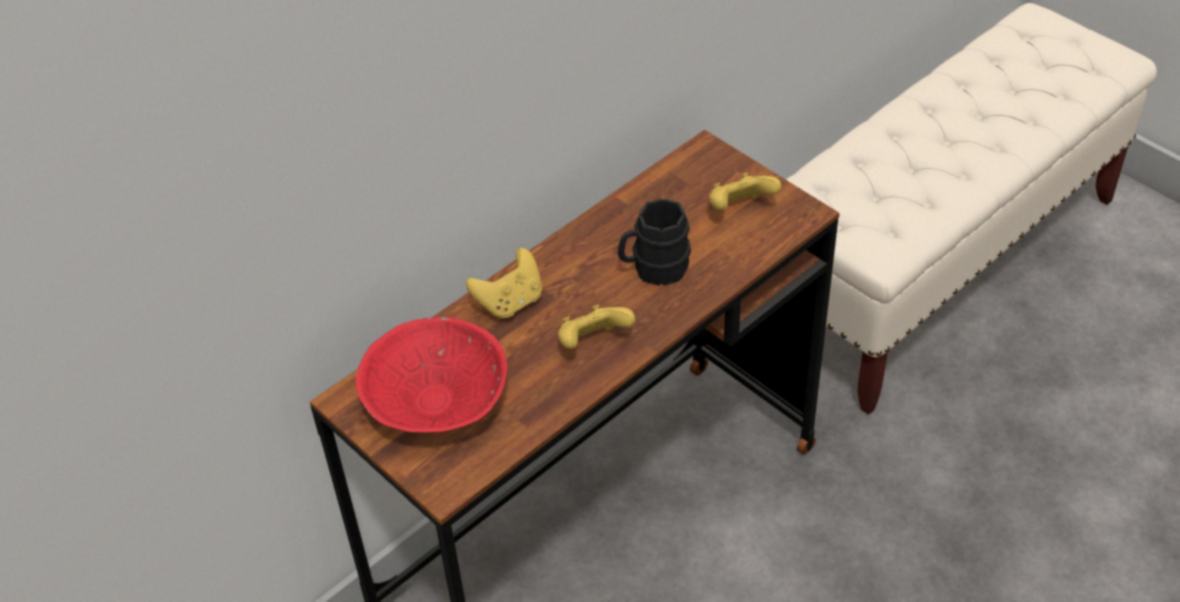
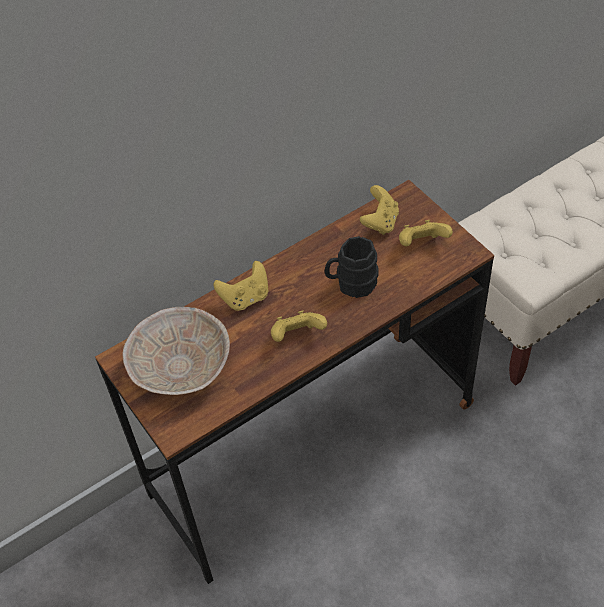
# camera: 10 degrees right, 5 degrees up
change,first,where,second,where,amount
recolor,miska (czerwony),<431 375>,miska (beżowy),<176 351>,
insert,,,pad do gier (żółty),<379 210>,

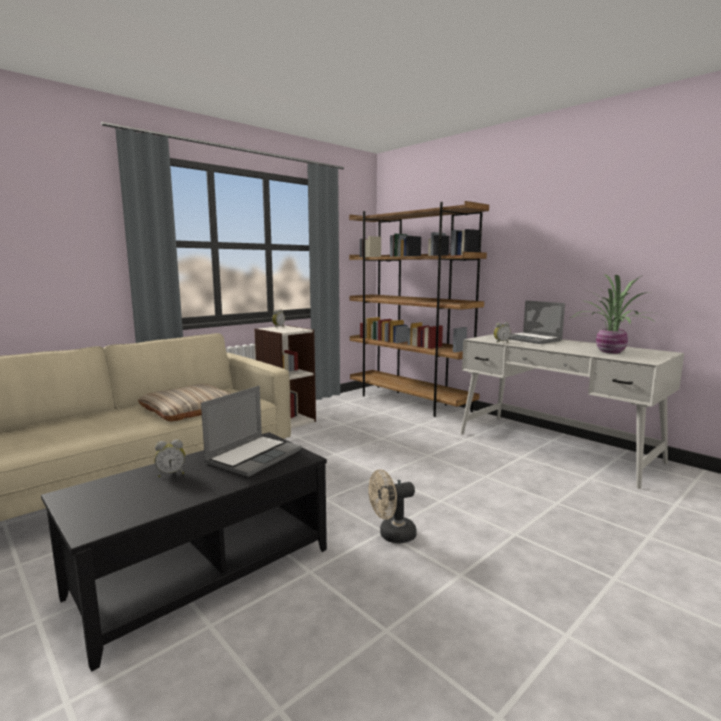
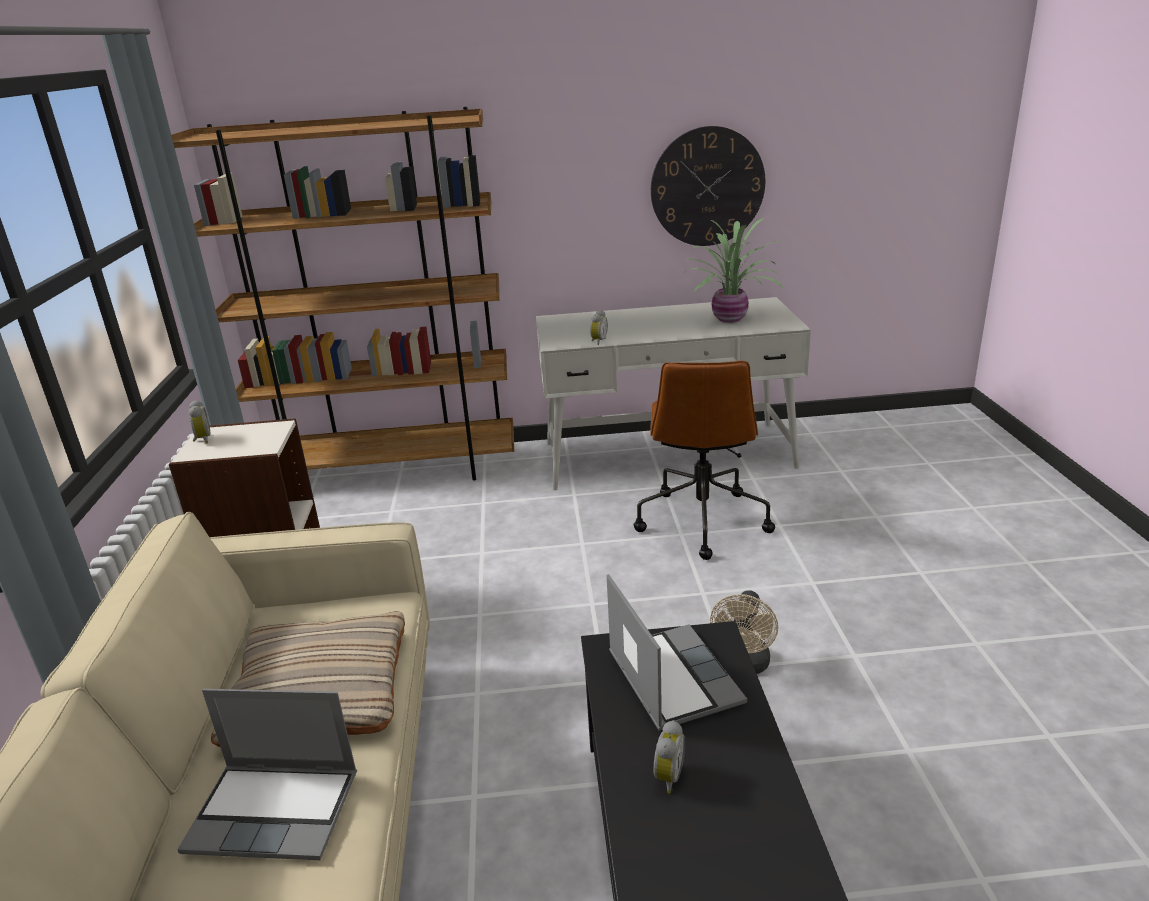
# camera: 50 degrees left, 15 degrees up
change,first,where,second,where,amount
move,laptop,<536 322>,,<267 774>,
insert,,,krzesło biurowe (brązowy),<704 460>,
insert,,,zegar ścienny,<708 186>,

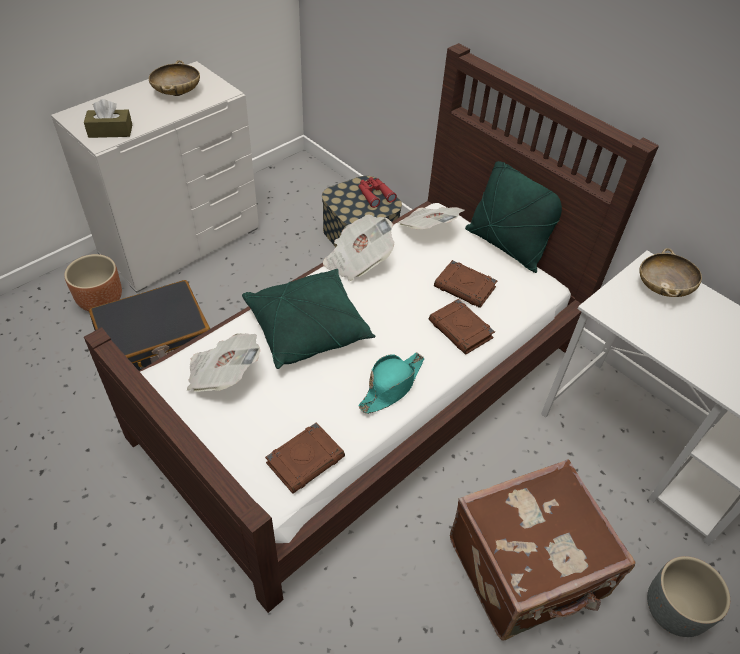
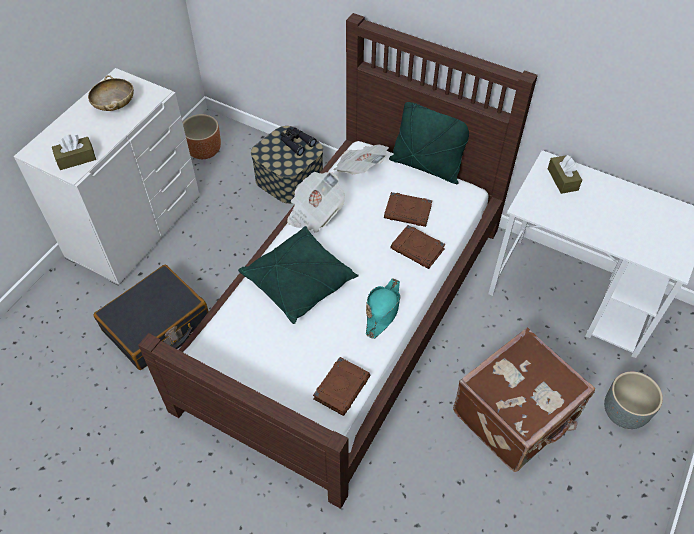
# camera: 15 degrees left, 5 degrees up
change,first,where,second,where,amount
move,donica (brązowy),<93 282>,,<202 136>,
delete,gazeta,<223 362>,,,
recolor,lornetka (czerwony),<377 192>,lornetka (czarny),<298 142>,
replace,miska (beżowy),<670 272>,pudełko chusteczek (brązowy),<565 174>,

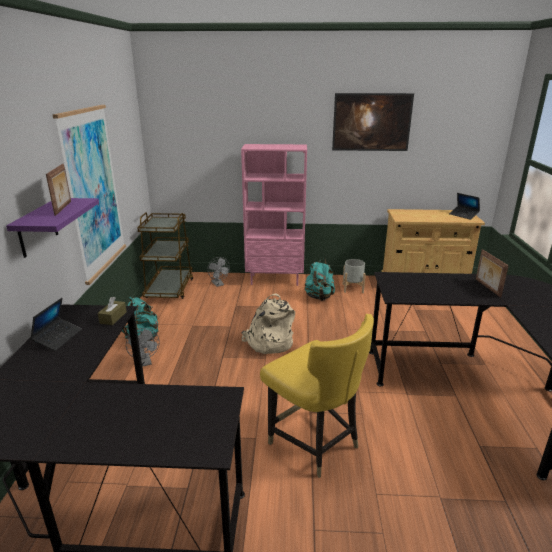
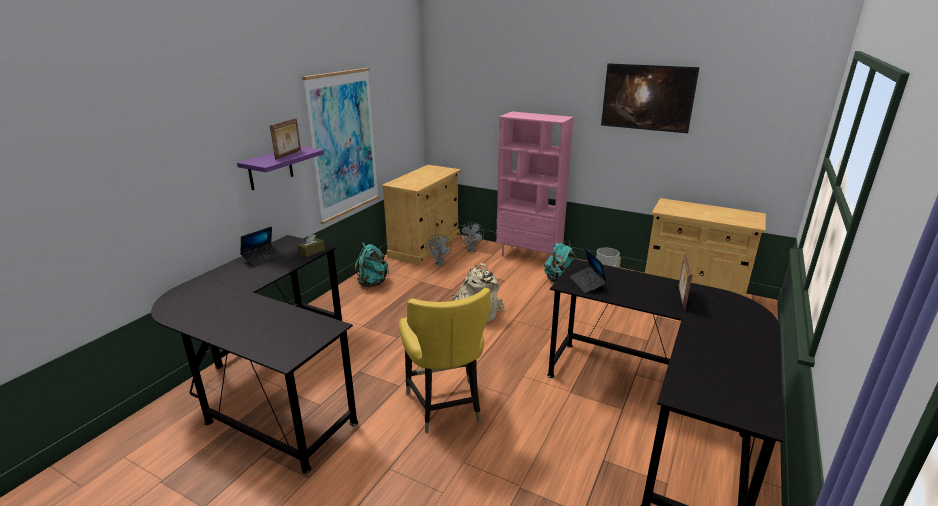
# camera: 25 degrees right, 0 degrees up
change,first,where,second,where,amount
move,wentylator (szary),<143 347>,,<439 249>,
replace,wózek (brązowy),<165 255>,szafka (beżowy),<421 215>,
move,laptop,<464 206>,,<588 270>,

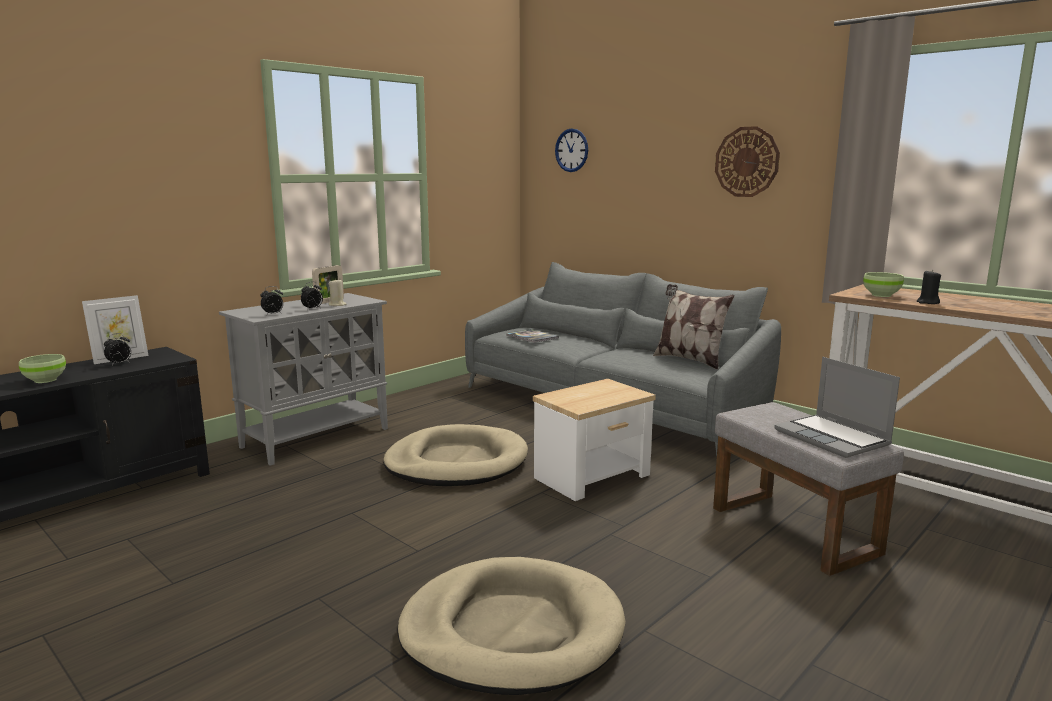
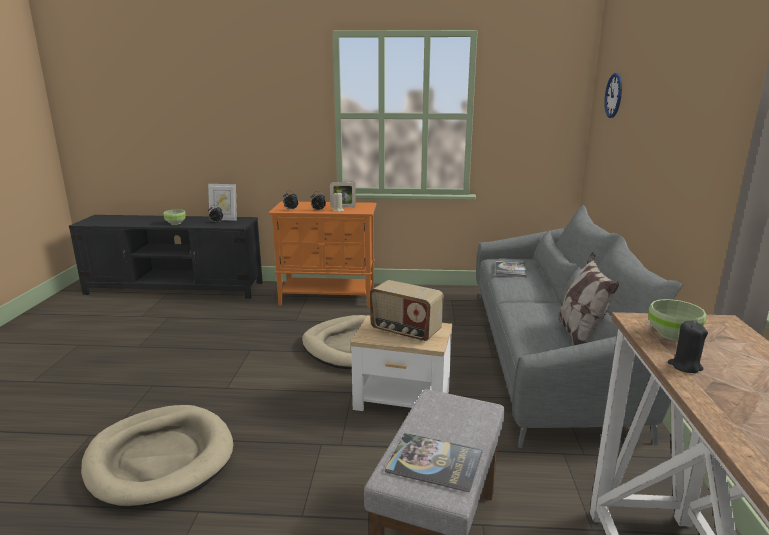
# camera: 50 degrees right, 5 degrees up
change,first,where,second,where,amount
recolor,szafka (szary),<303 379>,szafka (pomarańczowy),<322 254>,
delete,zegar ścienny,<747 161>,,,
replace,laptop,<837 407>,książka,<434 463>,
insert,,,radio,<407 311>,

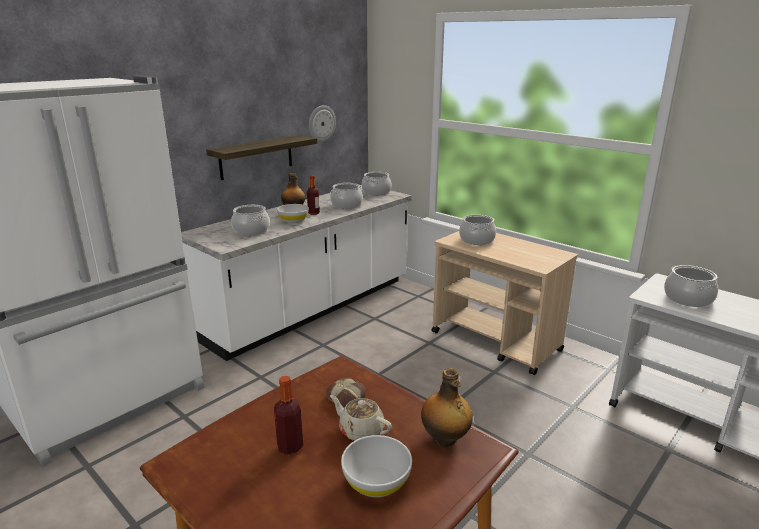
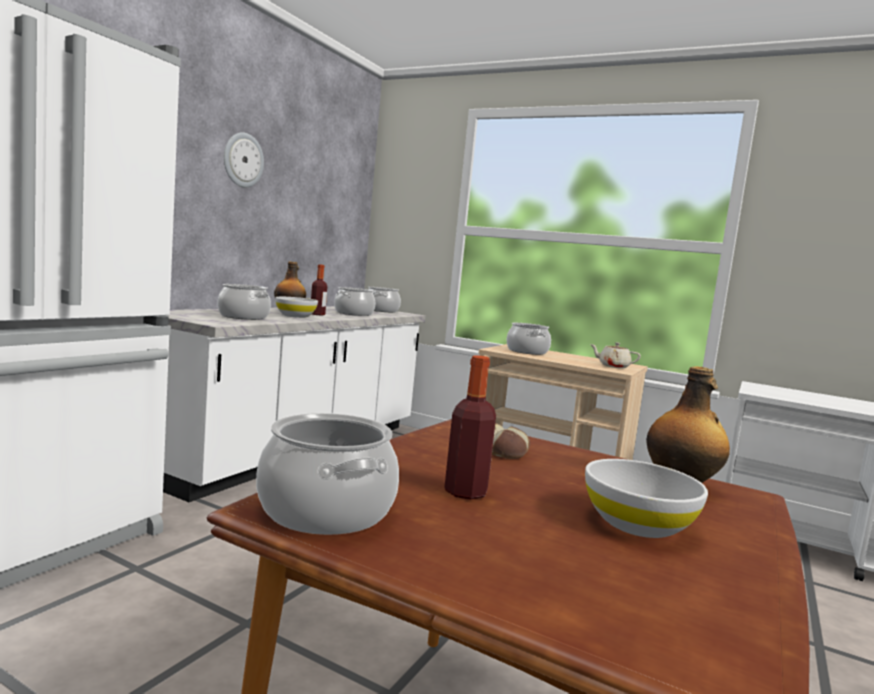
# camera: 15 degrees left, 15 degrees down
change,first,where,second,where,amount
delete,półka,<261 157>,,,
move,zegar ścienny,<322 123>,,<244 160>,
move,imbryk (beżowy),<361 418>,,<615 355>,
move,garnek,<691 286>,,<327 474>,

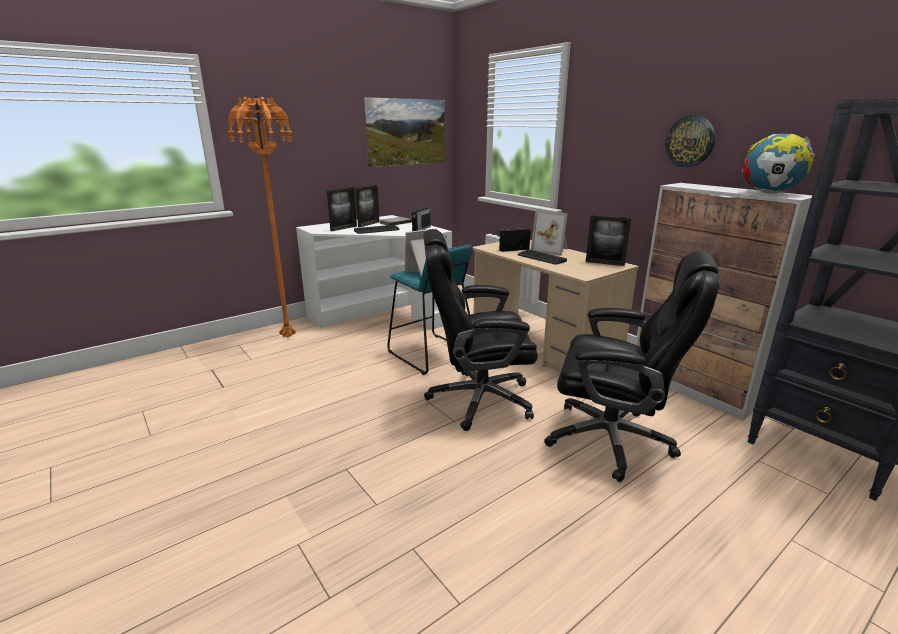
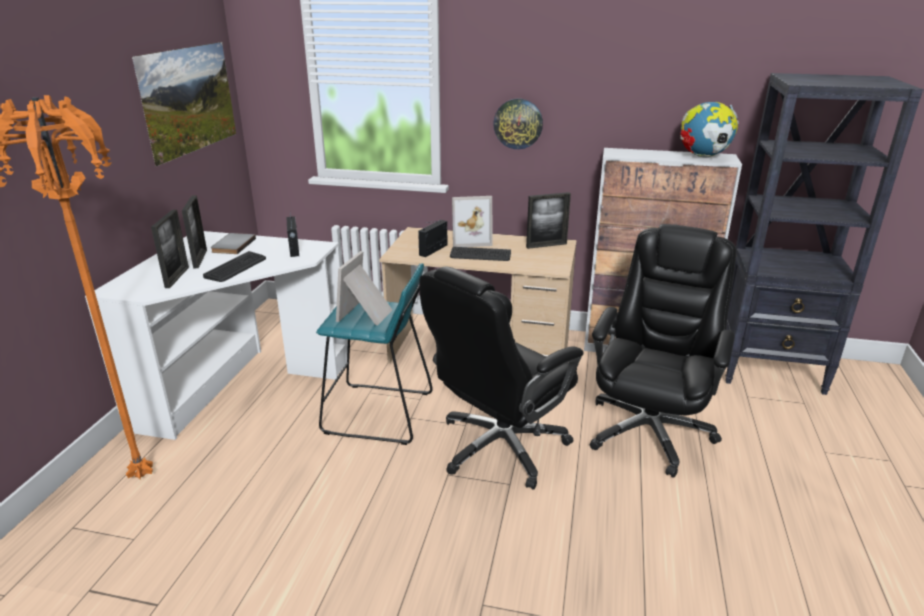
# camera: 40 degrees left, 5 degrees up
change,first,where,second,where,amount
rotate,krzesło biurowe (czarny),<632 366>,,<663 351>,45 degrees counterclockwise
move,zegar ścienny,<690 141>,,<518 123>,

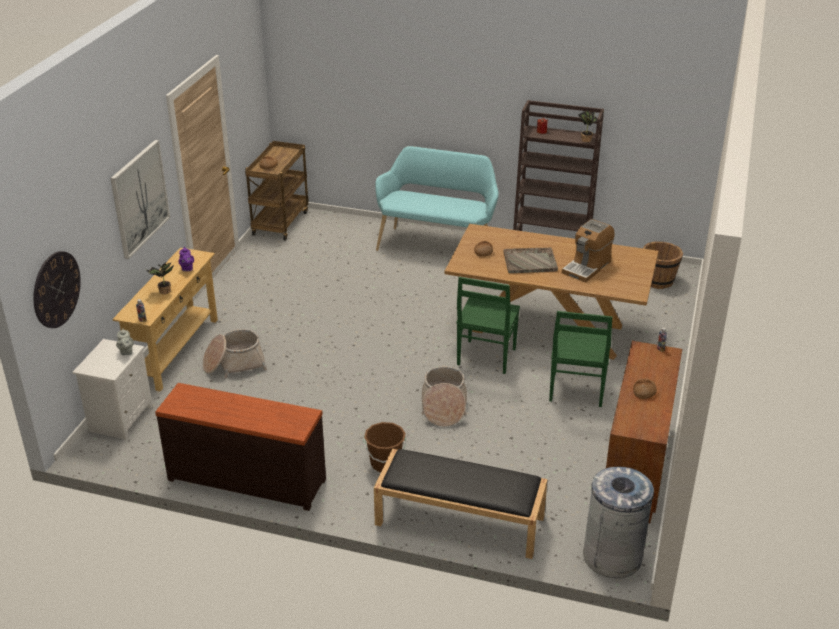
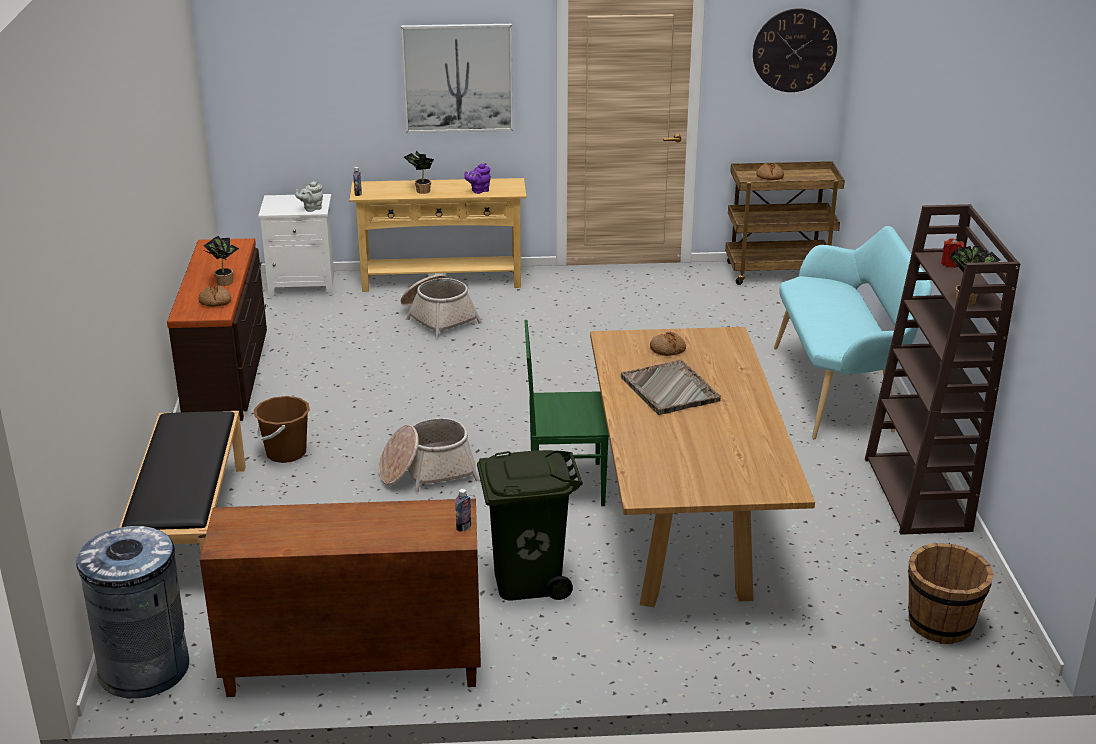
# camera: 70 degrees right, 5 degrees down
change,first,where,second,where,amount
move,zegar ścienny,<57 289>,,<795 50>,
replace,krzesło (zielony),<581 359>,kosz na śmieci (zielony),<530 525>,
delete,ekspres do kawy,<588 251>,,,
move,chleb,<645 389>,,<215 296>,
insert,,,roślina doniczkowa,<221 261>,

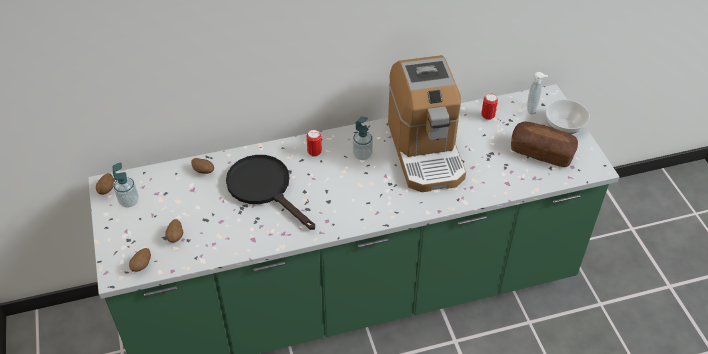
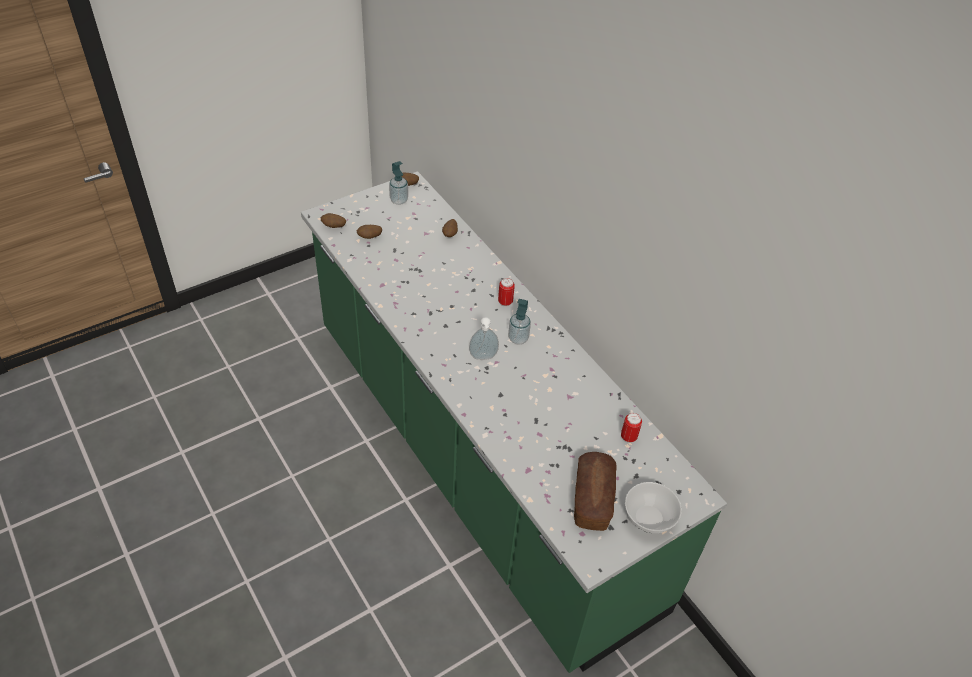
# camera: 70 degrees right, 0 degrees up
change,first,where,second,where,amount
delete,patelnia (czarny),<270 192>,,,
delete,ekspres do kawy,<427 123>,,,
move,dozownik mydła,<537 93>,,<484 338>,

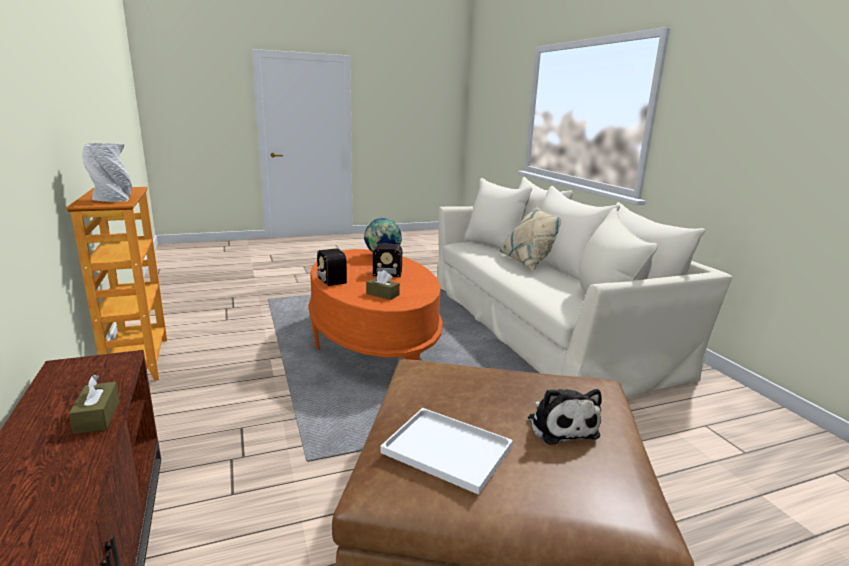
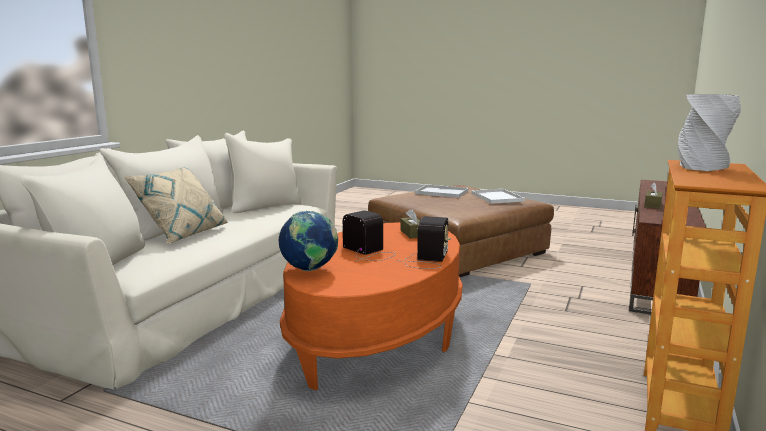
# camera: 135 degrees left, 5 degrees down
change,first,where,second,where,amount
replace,pluszak,<565 417>,taca (biały),<442 191>,

